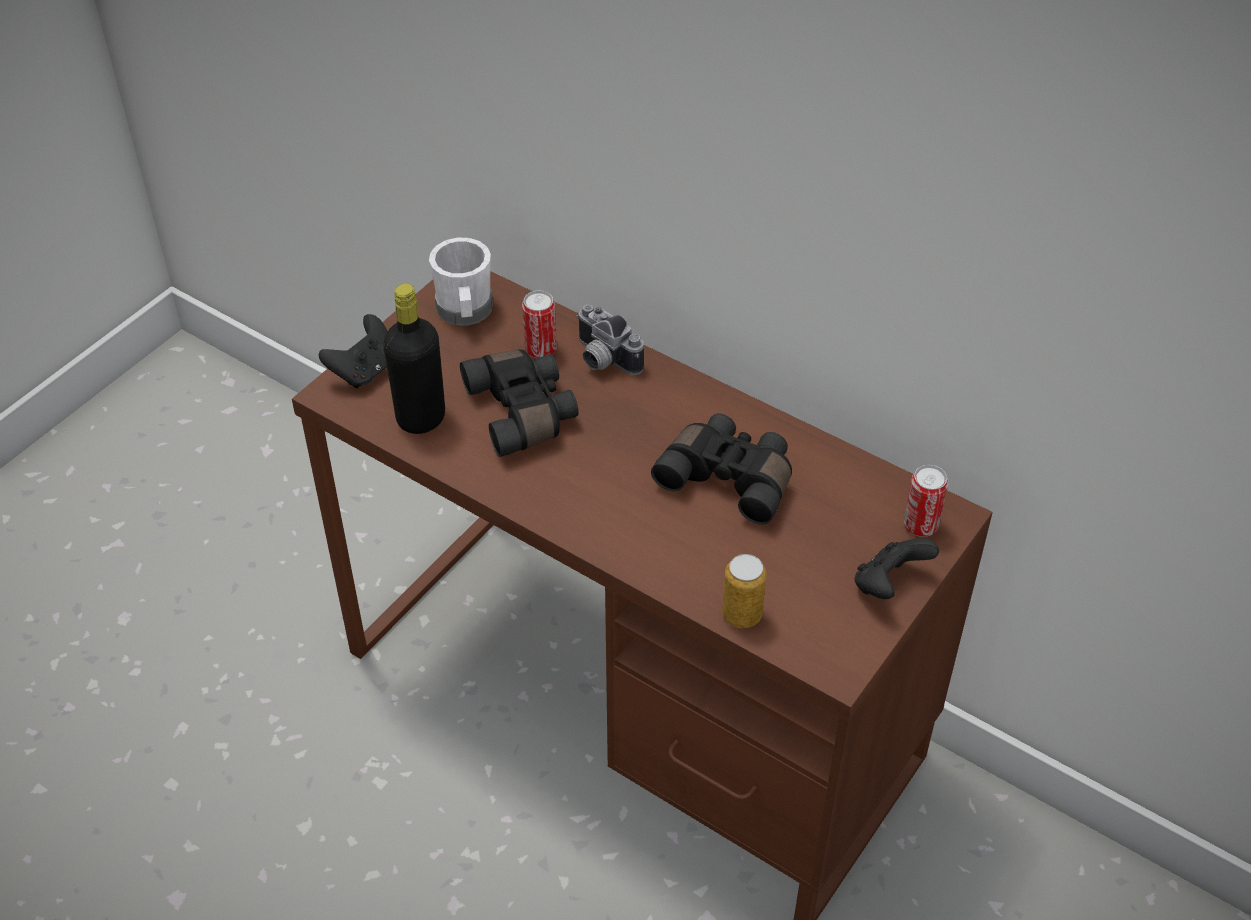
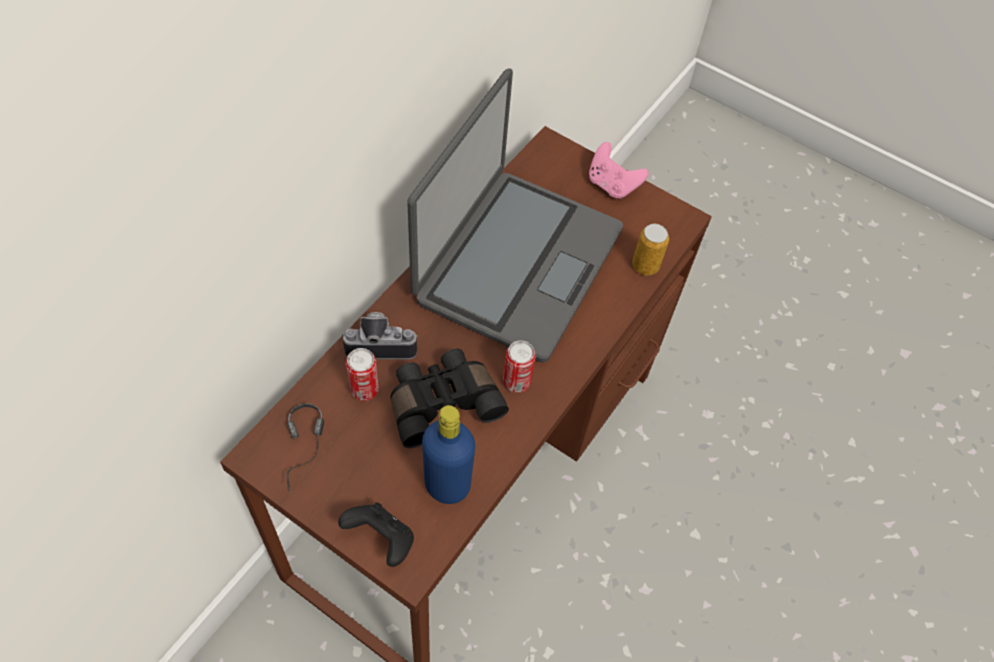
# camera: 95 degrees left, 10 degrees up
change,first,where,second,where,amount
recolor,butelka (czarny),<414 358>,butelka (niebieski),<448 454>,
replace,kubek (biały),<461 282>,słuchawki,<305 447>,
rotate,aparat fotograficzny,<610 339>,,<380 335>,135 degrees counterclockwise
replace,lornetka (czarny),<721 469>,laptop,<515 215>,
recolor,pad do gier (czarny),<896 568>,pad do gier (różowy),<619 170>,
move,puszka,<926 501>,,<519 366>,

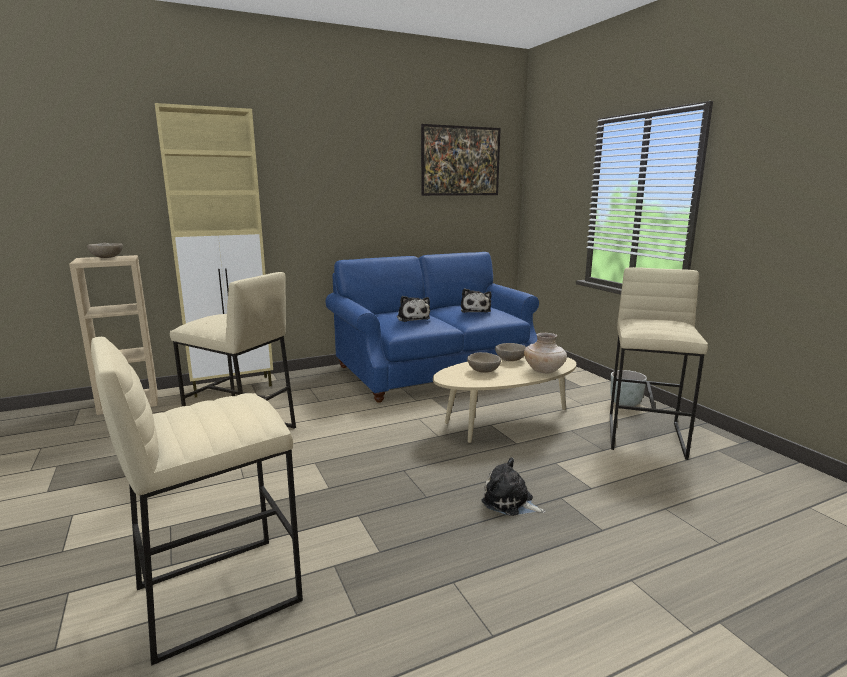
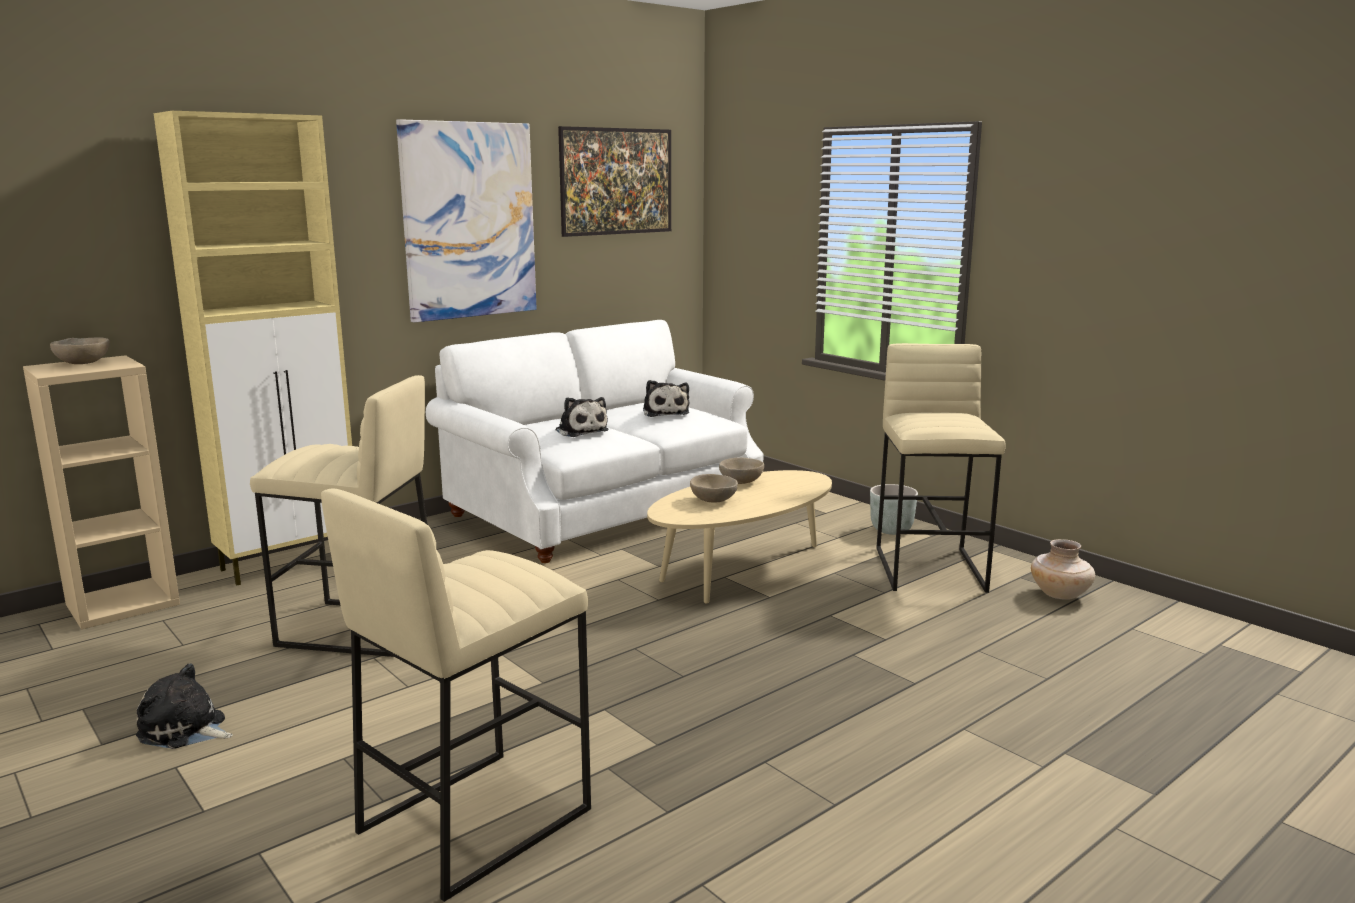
# camera: 15 degrees left, 0 degrees up
change,first,where,second,where,amount
recolor,kanapa (niebieski),<432 327>,kanapa (biały),<594 441>,
move,pluszak,<513 486>,,<184 706>,
move,wazon (beżowy),<545 353>,,<1063 569>,
insert,,,obraz,<466 221>,

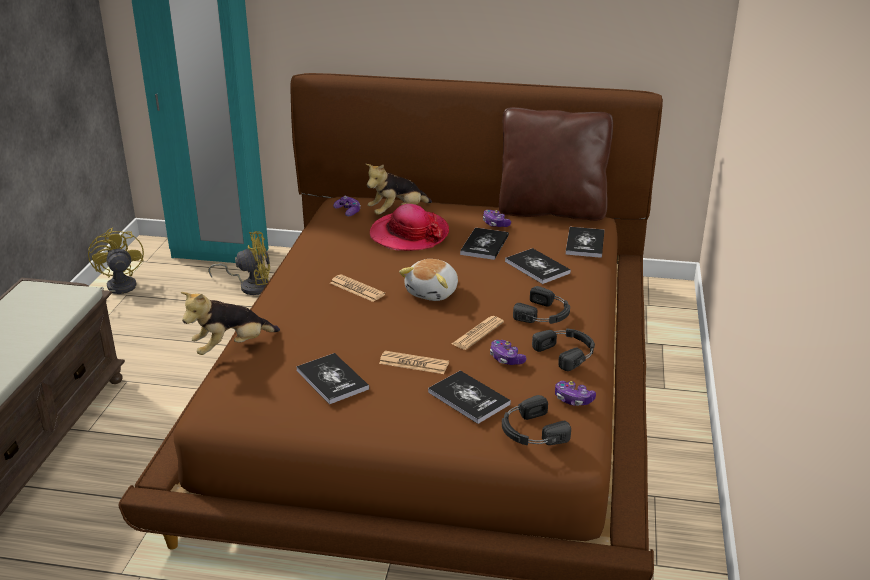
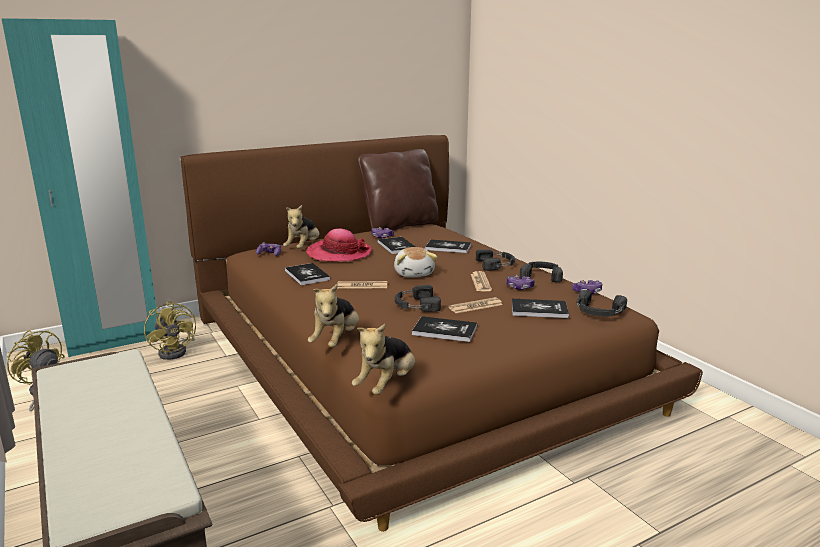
# camera: 40 degrees left, 10 degrees down
change,first,where,second,where,amount
rotate,wentylator (żółty),<239 263>,,<170 330>,105 degrees clockwise
move,książka,<584 242>,,<308 274>,
insert,,,pluszak,<383 359>,
insert,,,słuchawki (czarny),<418 298>,

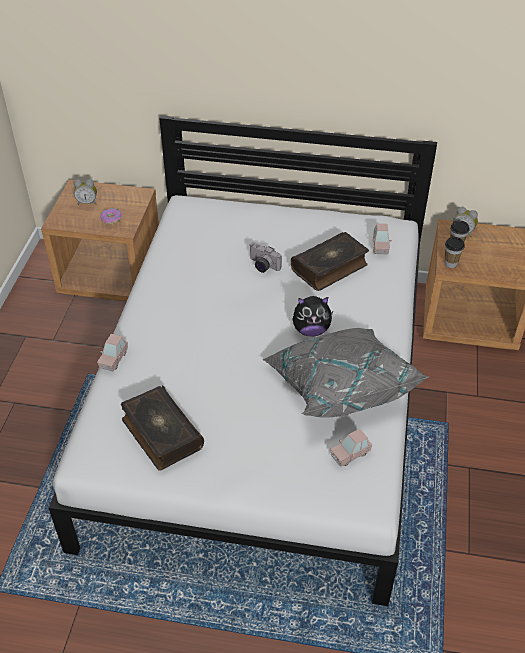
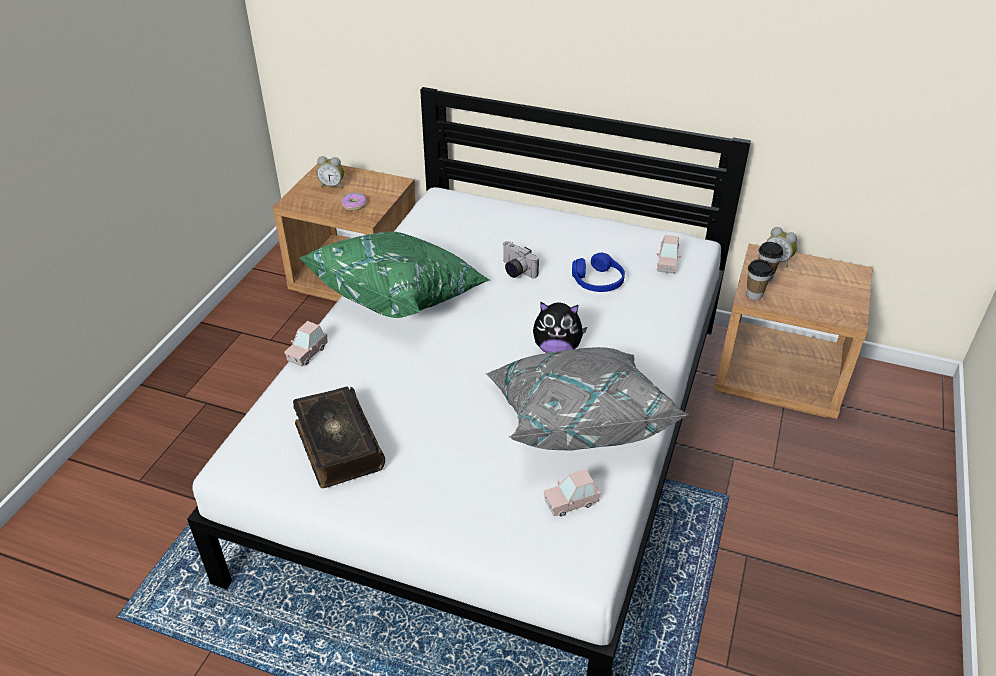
# camera: 10 degrees right, 5 degrees down
change,first,where,second,where,amount
replace,książka,<330 261>,słuchawki (niebieski),<598 272>,
insert,,,poduszka (zielony),<394 274>,

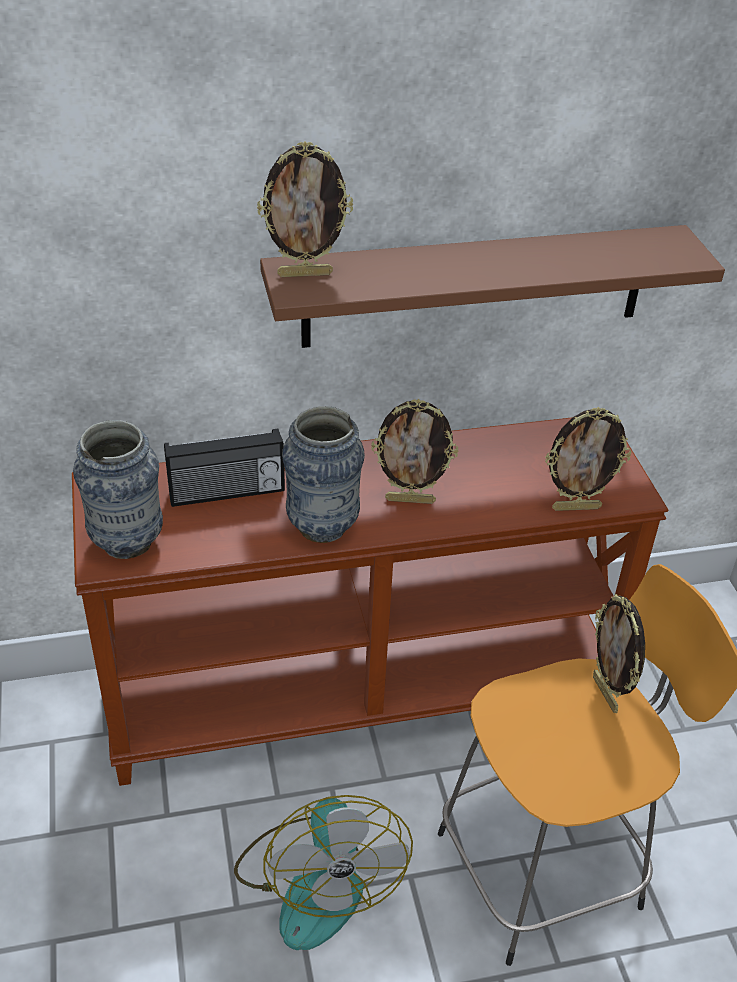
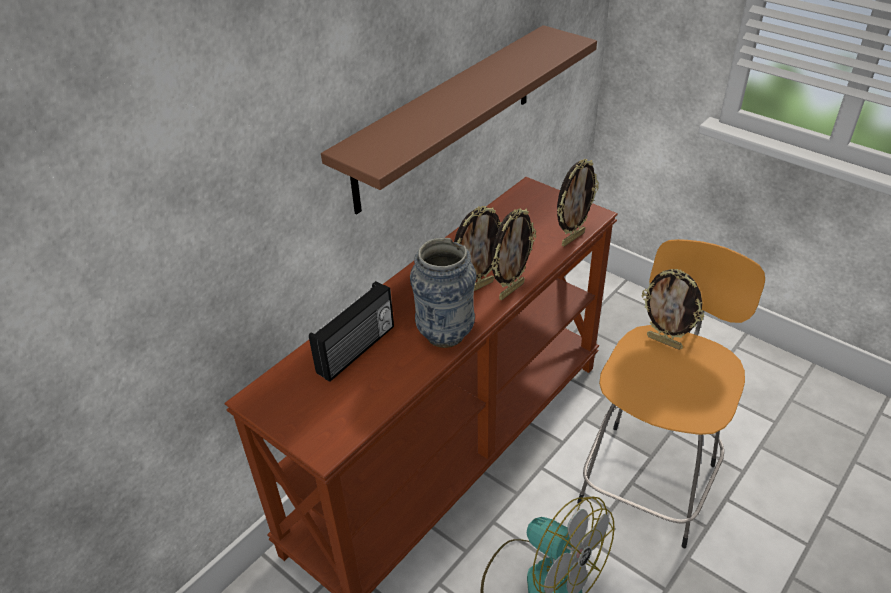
# camera: 35 degrees left, 0 degrees up
change,first,where,second,where,amount
delete,wazon,<118 489>,,,
move,ramka na zdjęcie,<305 209>,,<513 254>,

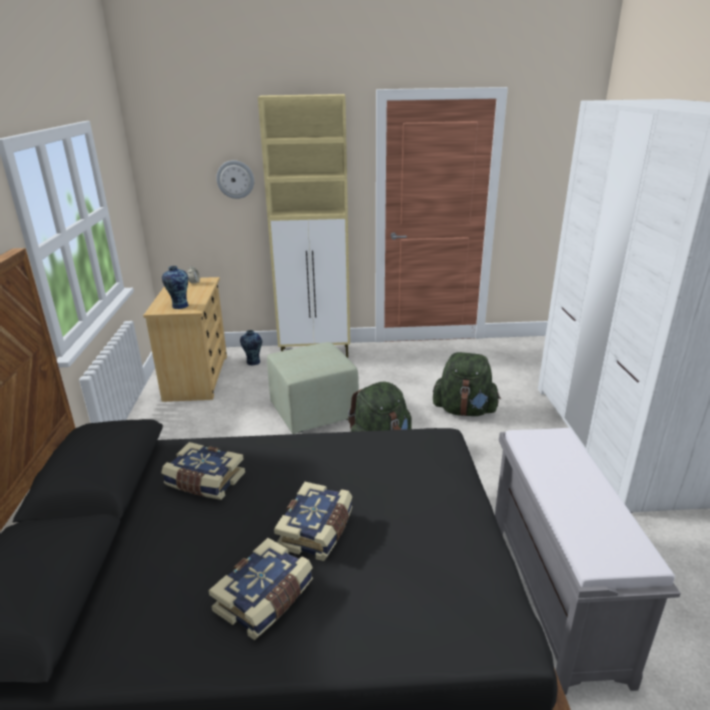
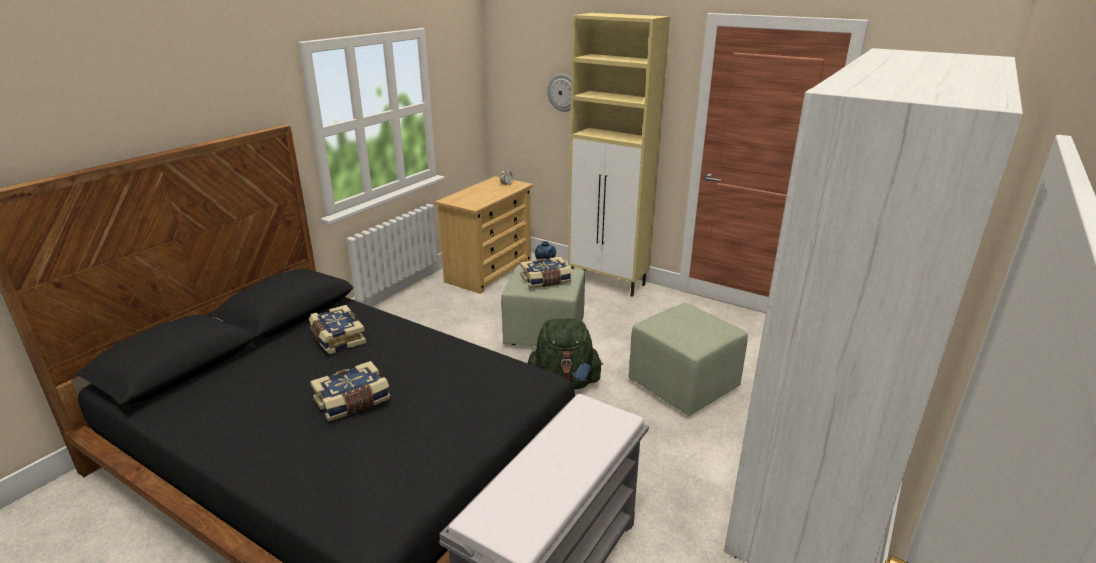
# camera: 35 degrees right, 0 degrees up
change,first,where,second,where,amount
delete,wazon,<175 287>,,,
move,książka,<261 589>,,<546 272>,
replace,plecak (zielony),<467 384>,pufa (zielony),<688 359>,

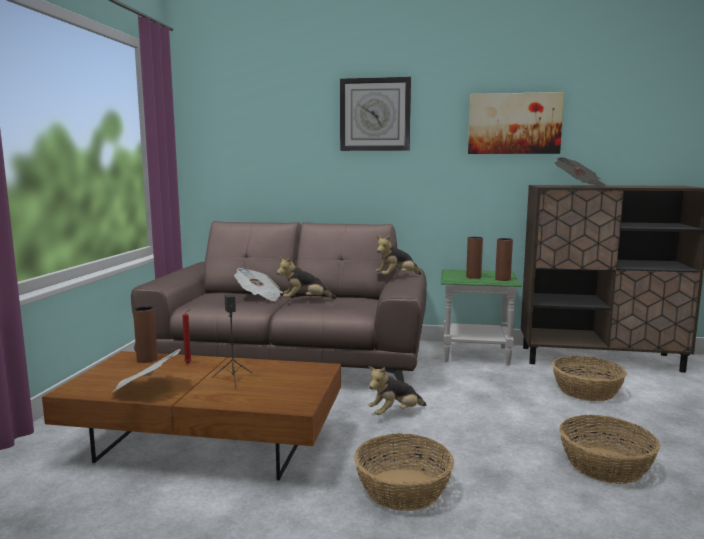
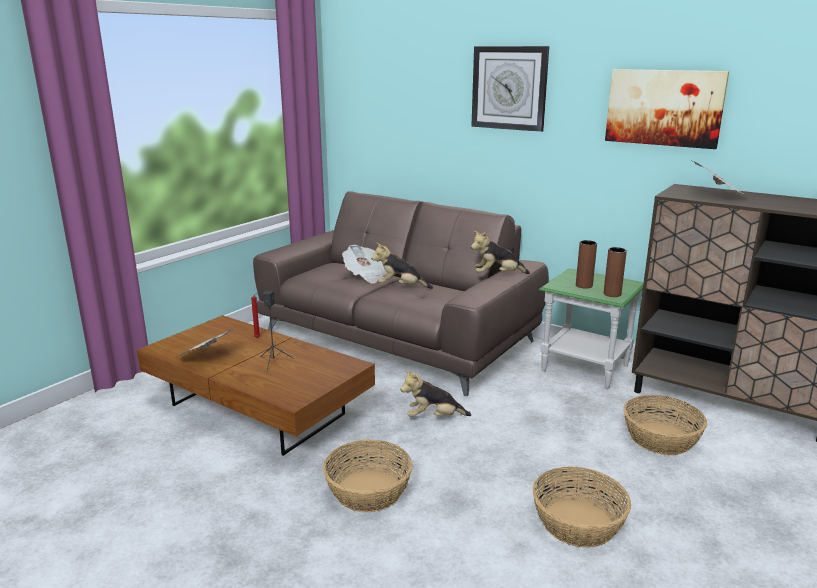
# camera: 25 degrees right, 10 degrees up
change,first,where,second,where,amount
delete,wazon (brązowy),<145 334>,,,

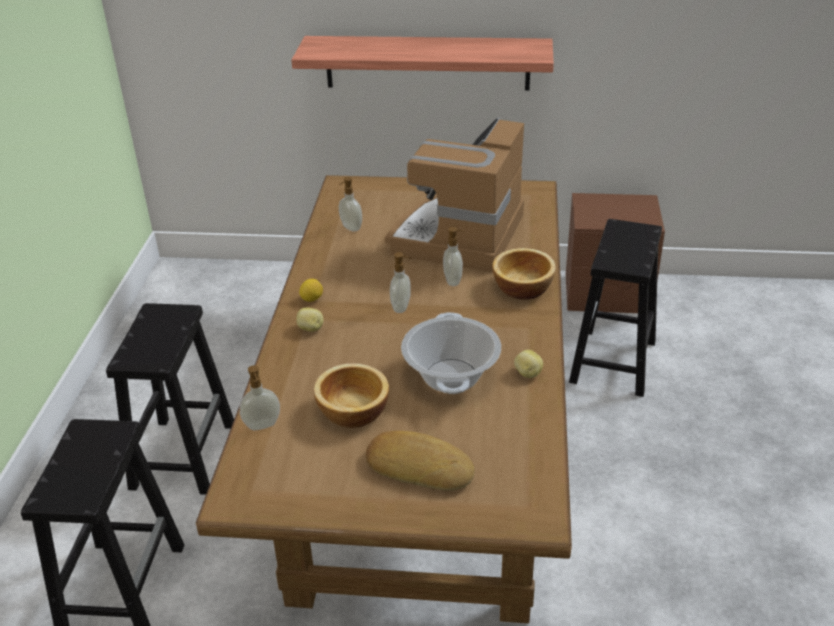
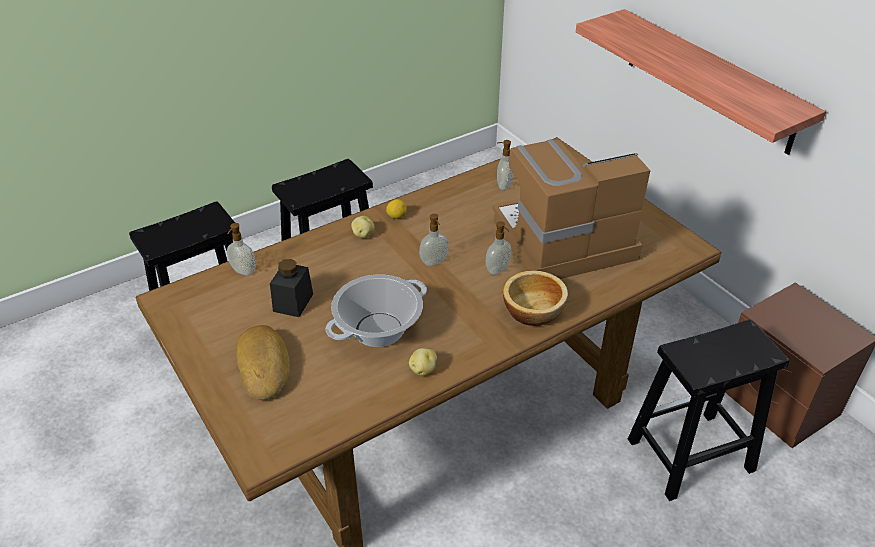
# camera: 50 degrees right, 5 degrees up
change,first,where,second,where,amount
replace,miska,<351 395>,słoik (czarny),<291 288>,

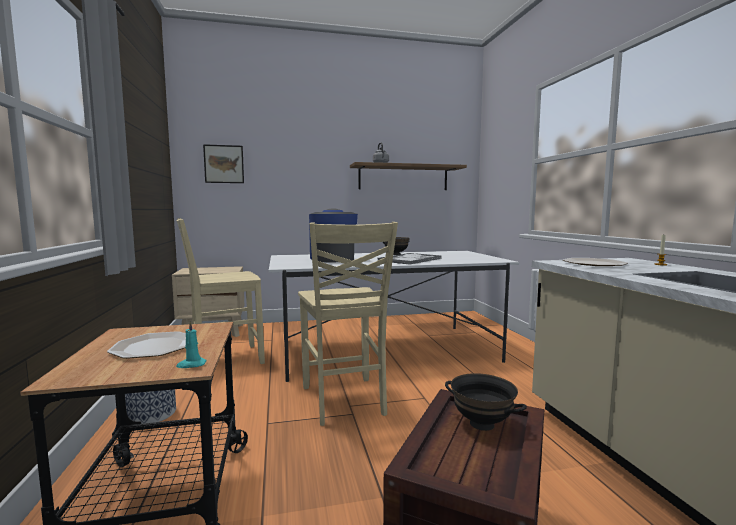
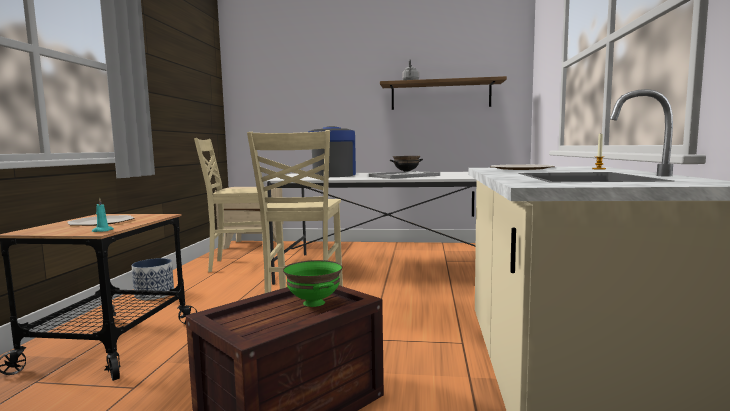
# camera: 20 degrees right, 0 degrees up
change,first,where,second,where,amount
delete,obraz,<223 163>,,,
recolor,miska (czarny),<486 402>,miska (zielony),<312 283>,

